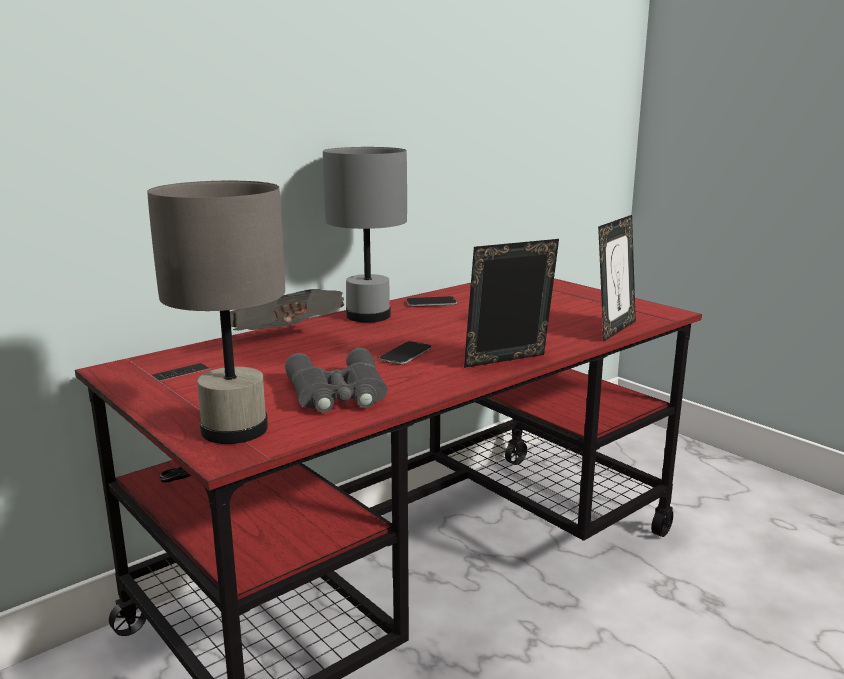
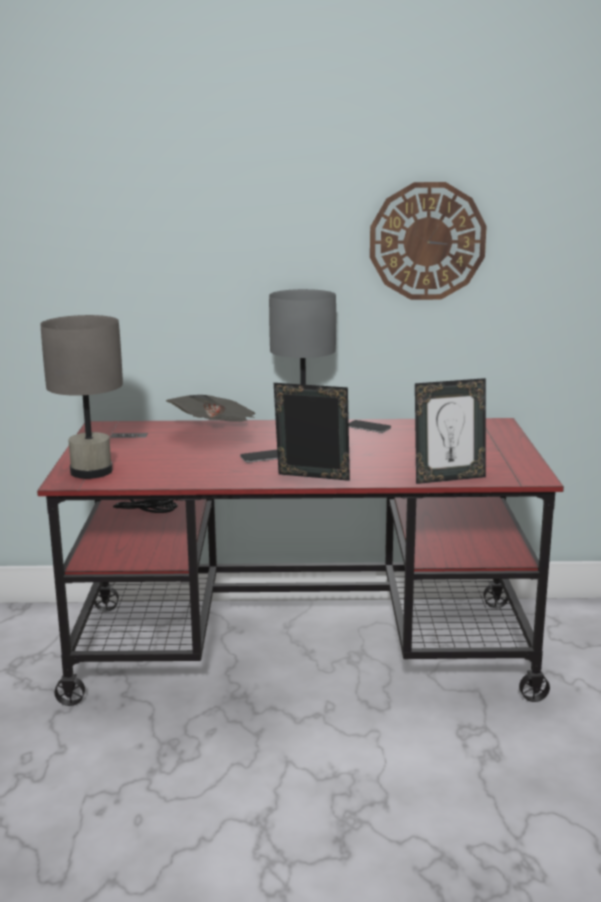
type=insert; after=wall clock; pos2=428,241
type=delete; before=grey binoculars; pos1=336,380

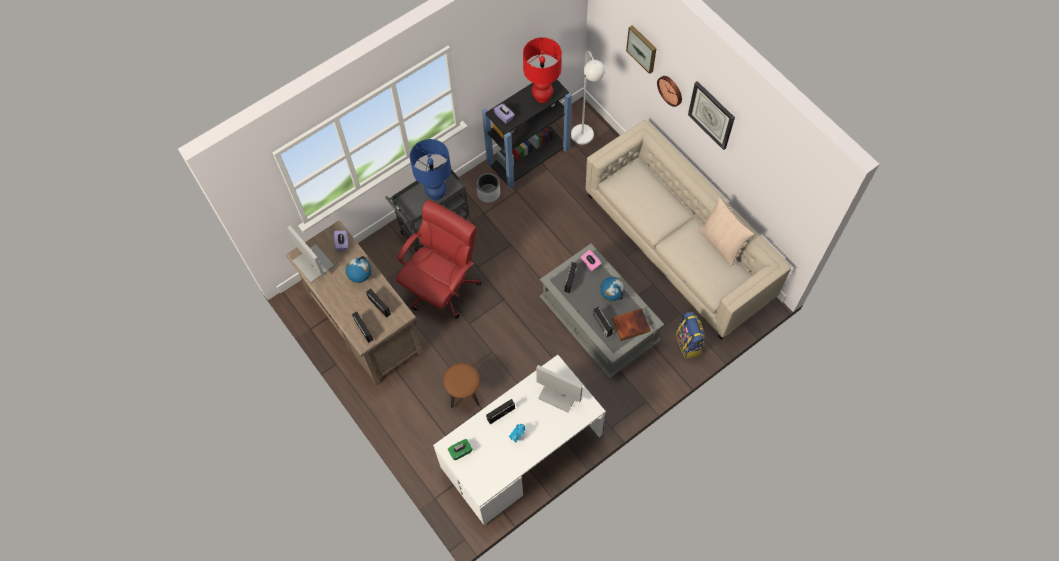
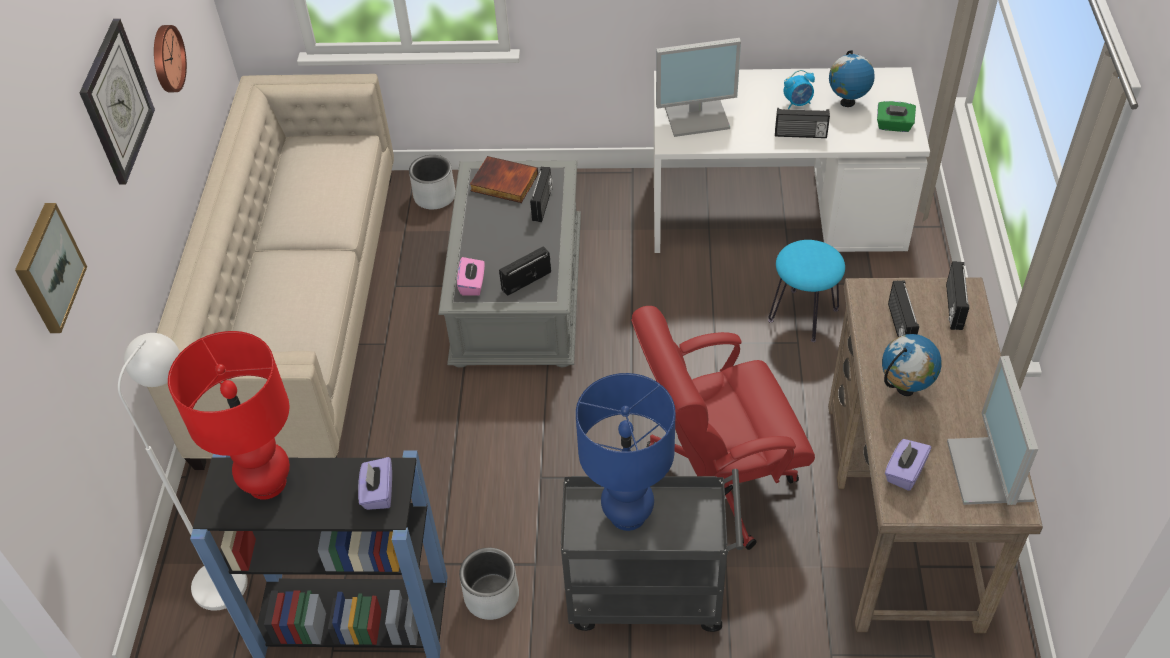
type=move; before=wall clock; pos1=669,91; pos2=170,58
type=replace; before=backpack; after=grey planter; pos1=690,335; pos2=432,182
type=rotate; before=monitor; pos1=559,388; pos2=698,87; turn=-75
type=recolor; before=brown stool; after=turquoise stool; pos1=461,386; pos2=806,291
type=move; before=globe; pos1=612,289; pos2=852,78
type=delete; before=beige pillow; pos1=726,232

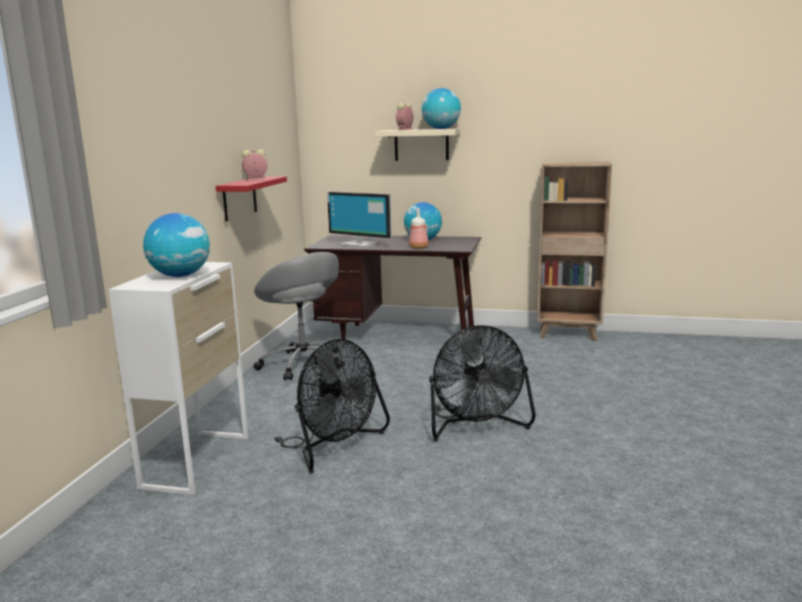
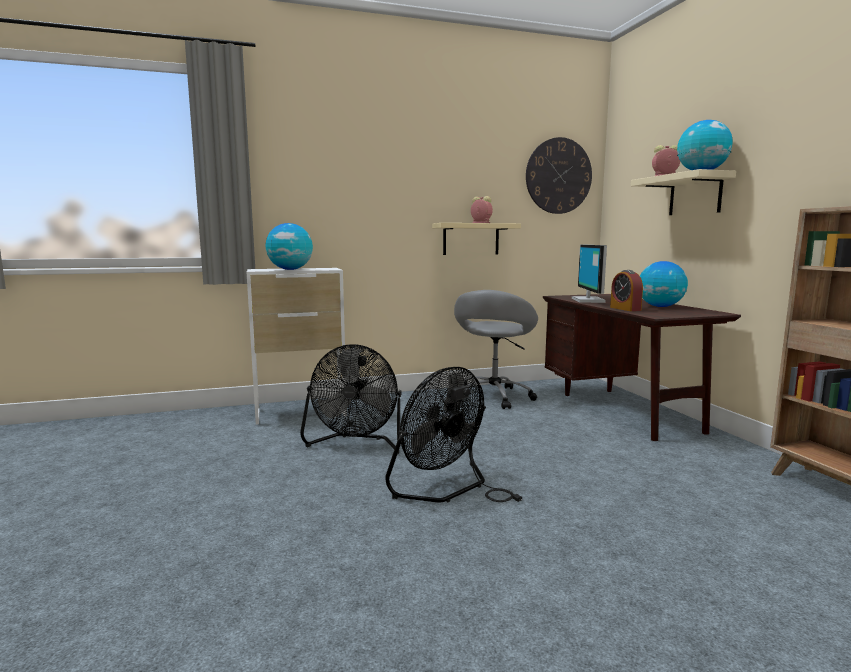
type=rotate; before=black fan; pos1=482,383; pos2=453,435; turn=90
type=recolor; before=red shelf; after=beige shelf; pos1=251,199; pos2=476,239
type=insert; after=wall clock; pos2=559,175
type=replace; before=bottle; after=alarm clock; pos1=419,228; pos2=626,290

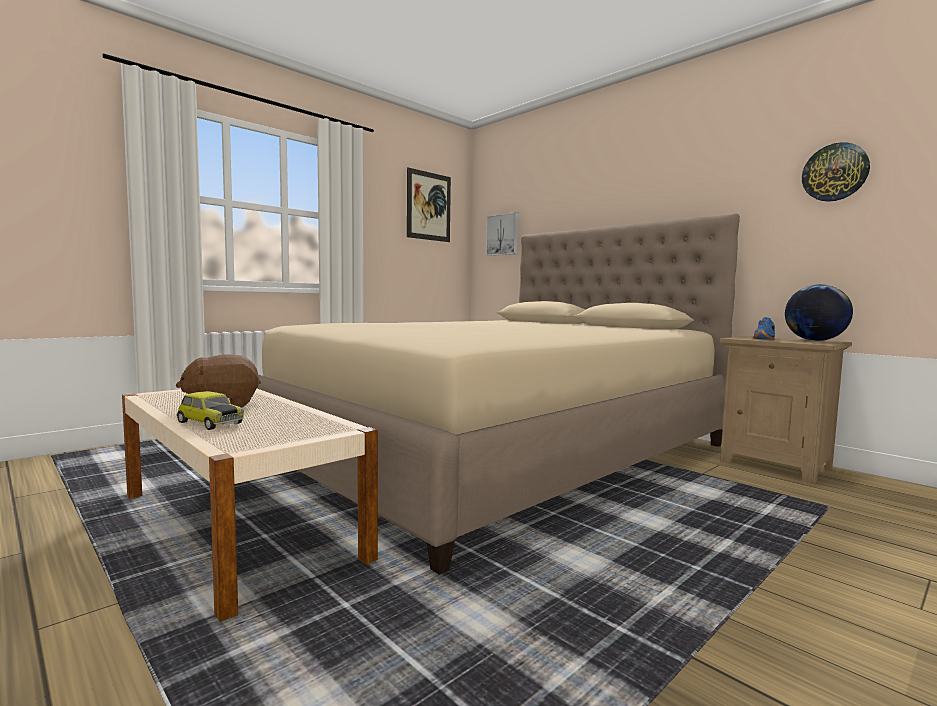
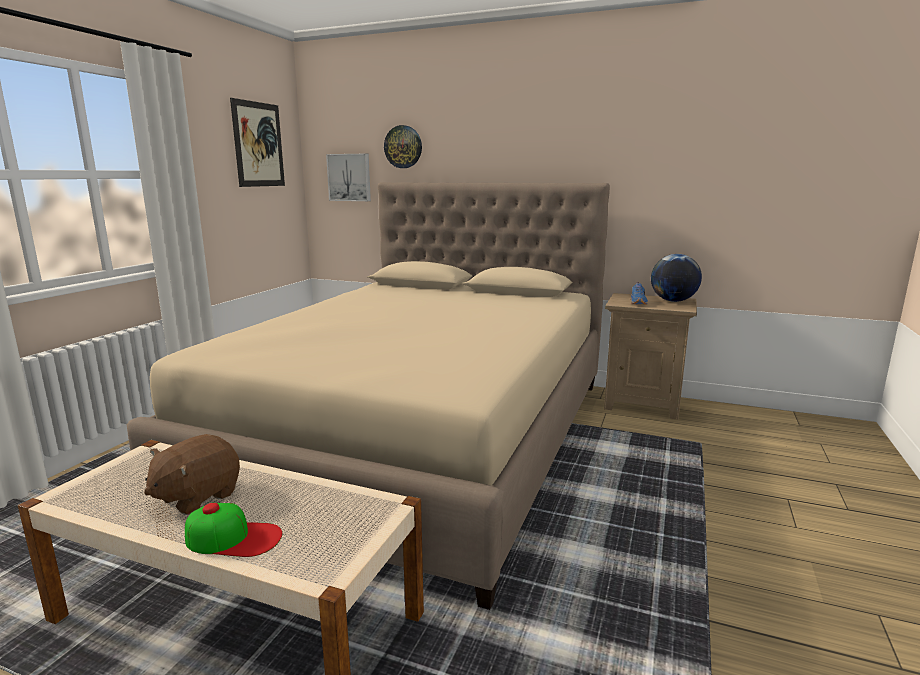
type=replace; before=toy car; after=cap; pos1=210,410; pos2=233,530
type=move; before=wall clock; pos1=836,172; pos2=403,146

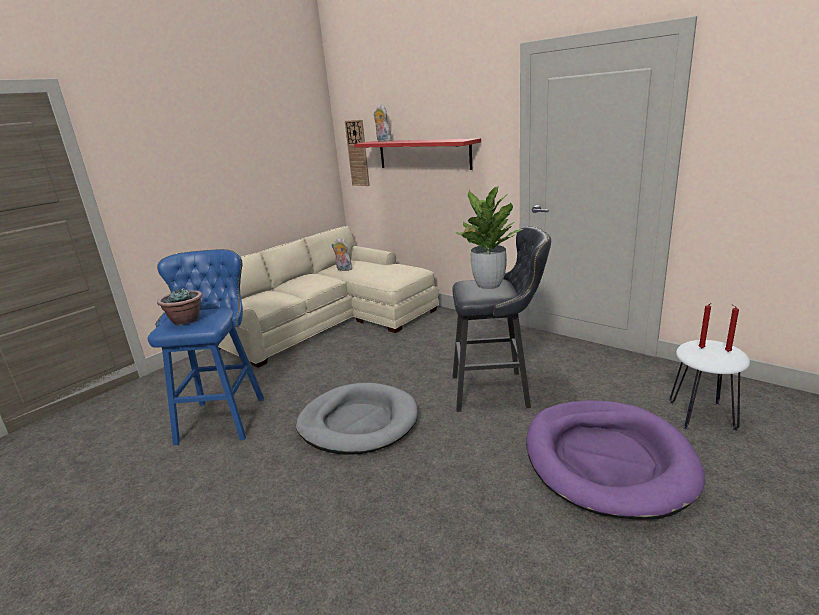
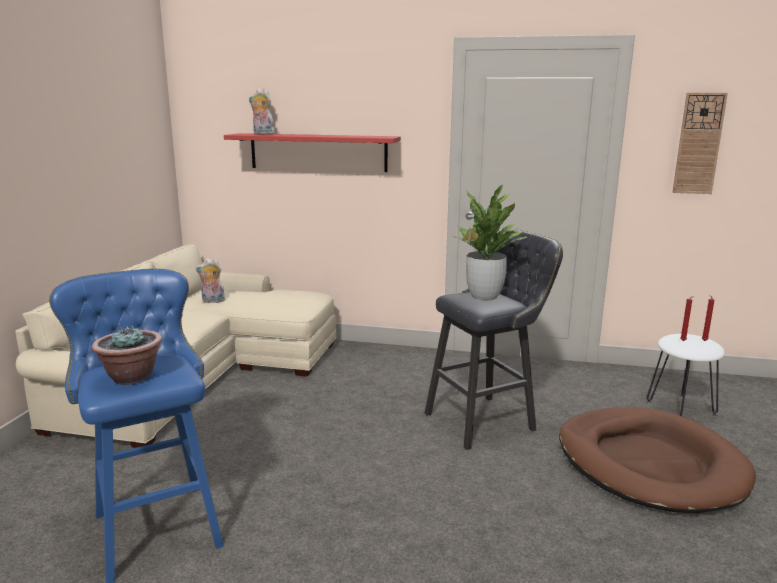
type=recolor; before=purple dog bed; after=brown dog bed; pos1=615,460; pos2=657,460
type=move; before=wall clock; pos1=357,153; pos2=700,143
type=delete; before=grey dog bed; pos1=357,419

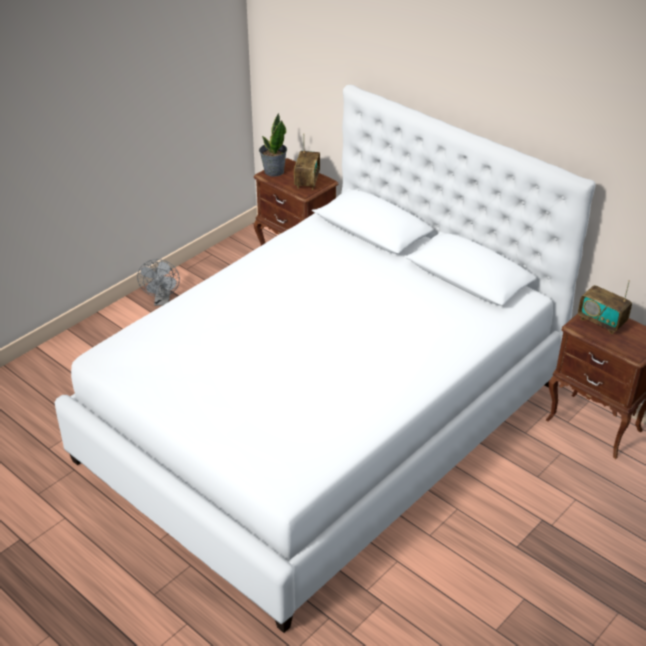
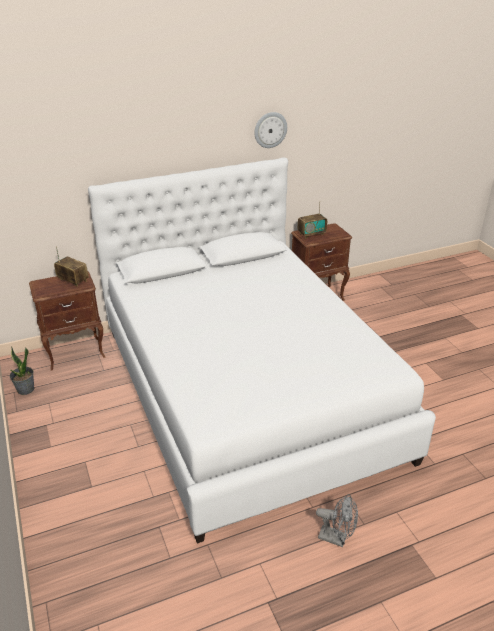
type=move; before=potted plant; pos1=273,145; pos2=22,370
type=insert; after=wall clock; pos2=270,130
type=move; before=grey fan; pos1=158,282; pos2=337,520

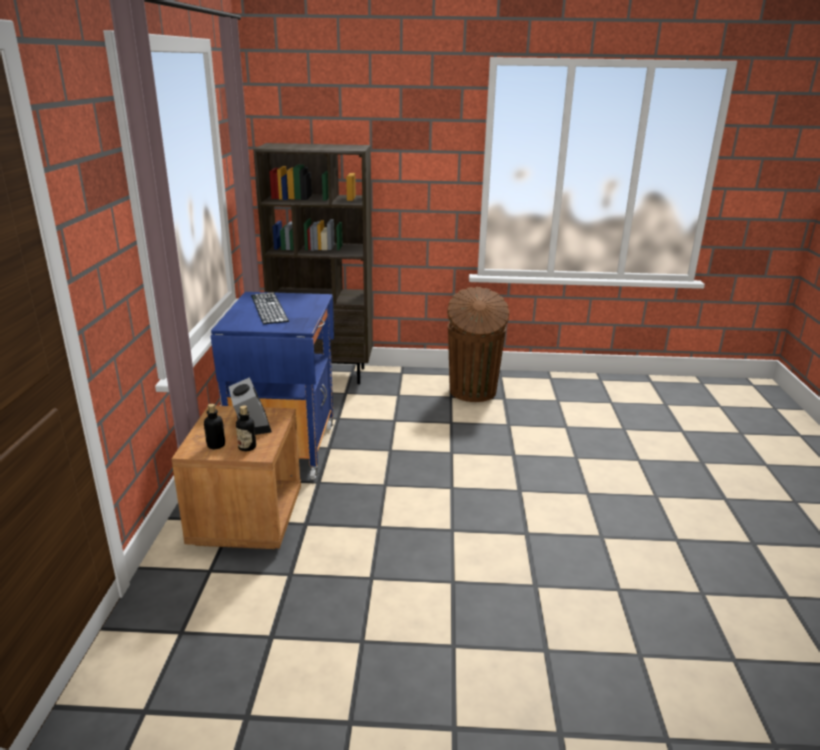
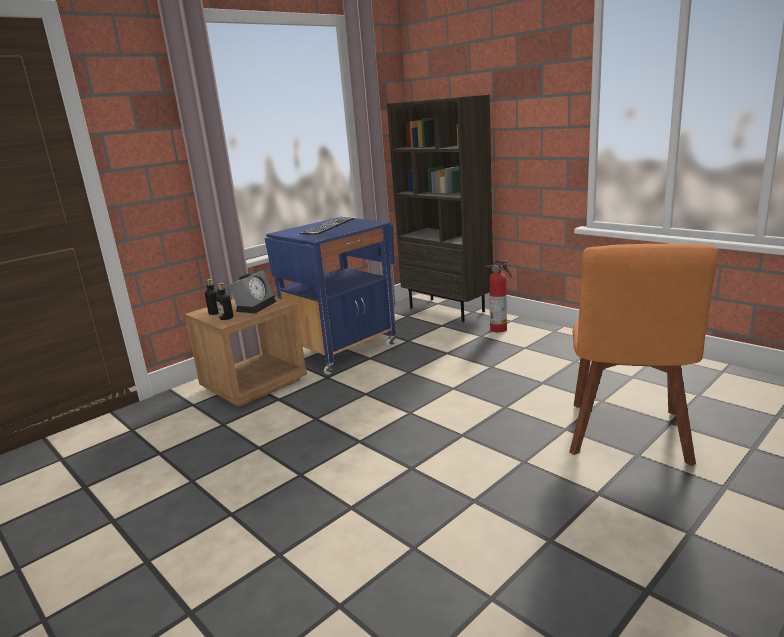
type=insert; after=fire extinguisher; pos2=499,296
type=insert; after=orange chair; pos2=643,355
type=delete; before=brown trash can; pos1=478,344

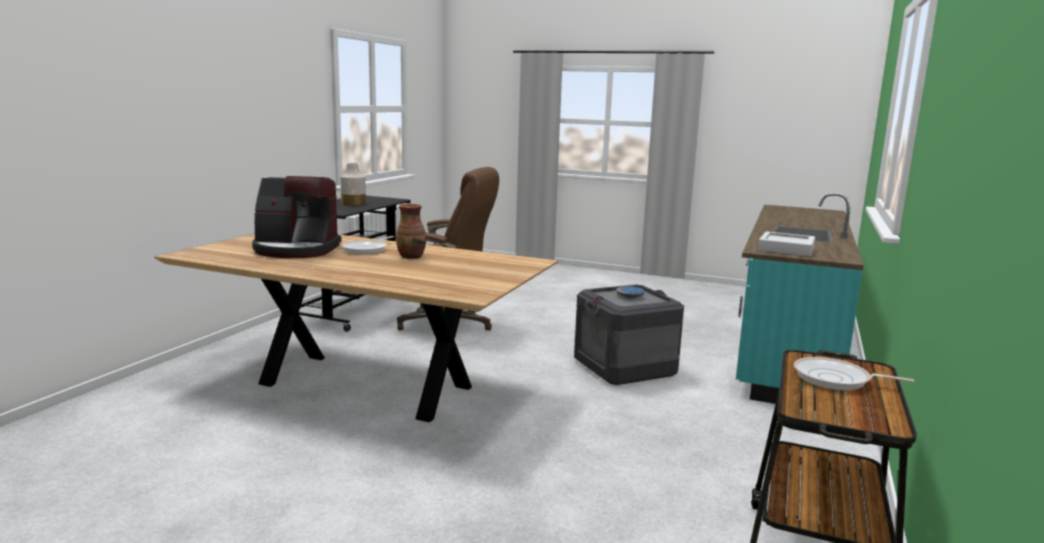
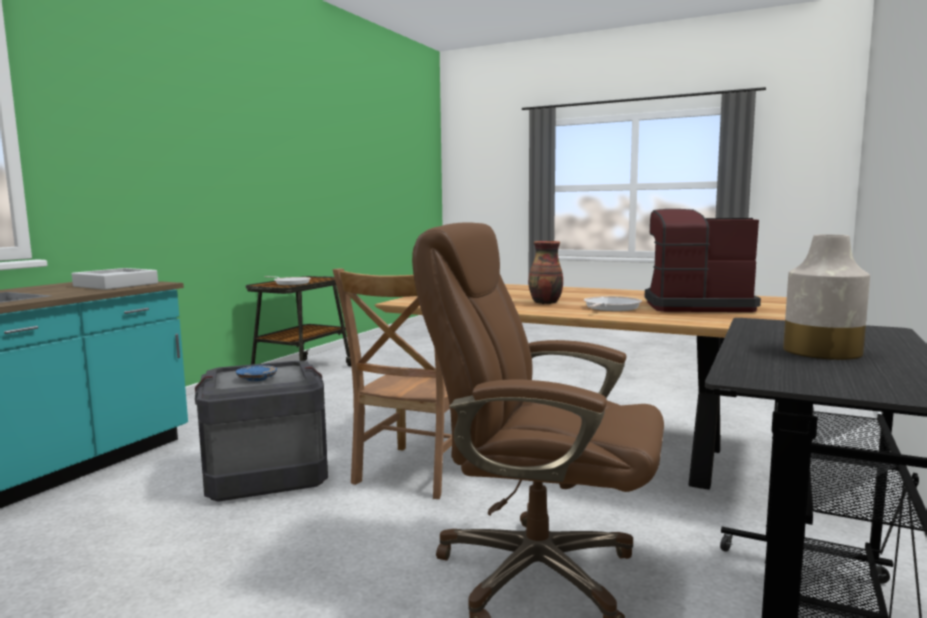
type=insert; after=brown chair; pos2=392,383

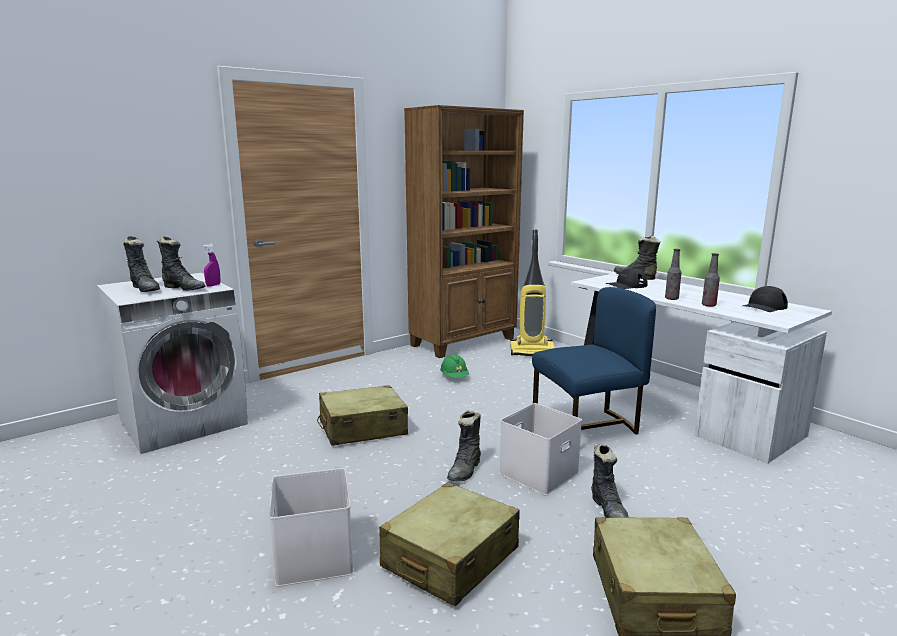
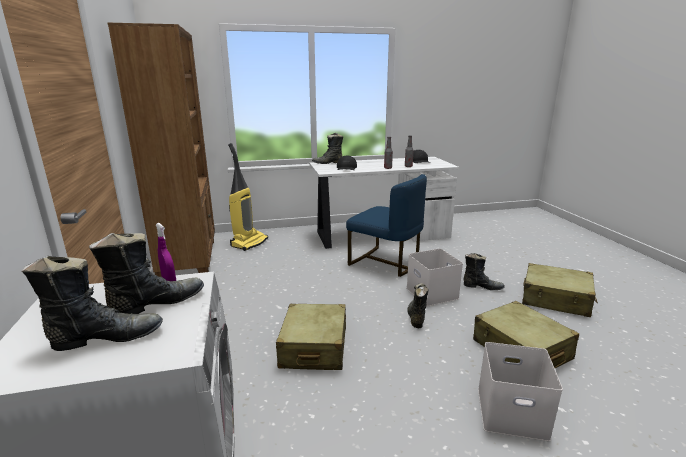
type=rotate; before=blue chair; pos1=594,361; pos2=386,225; turn=120
type=rotate; before=black boot; pos1=464,445; pos2=418,305; turn=-135
type=delete; before=green hard hat; pos1=454,366

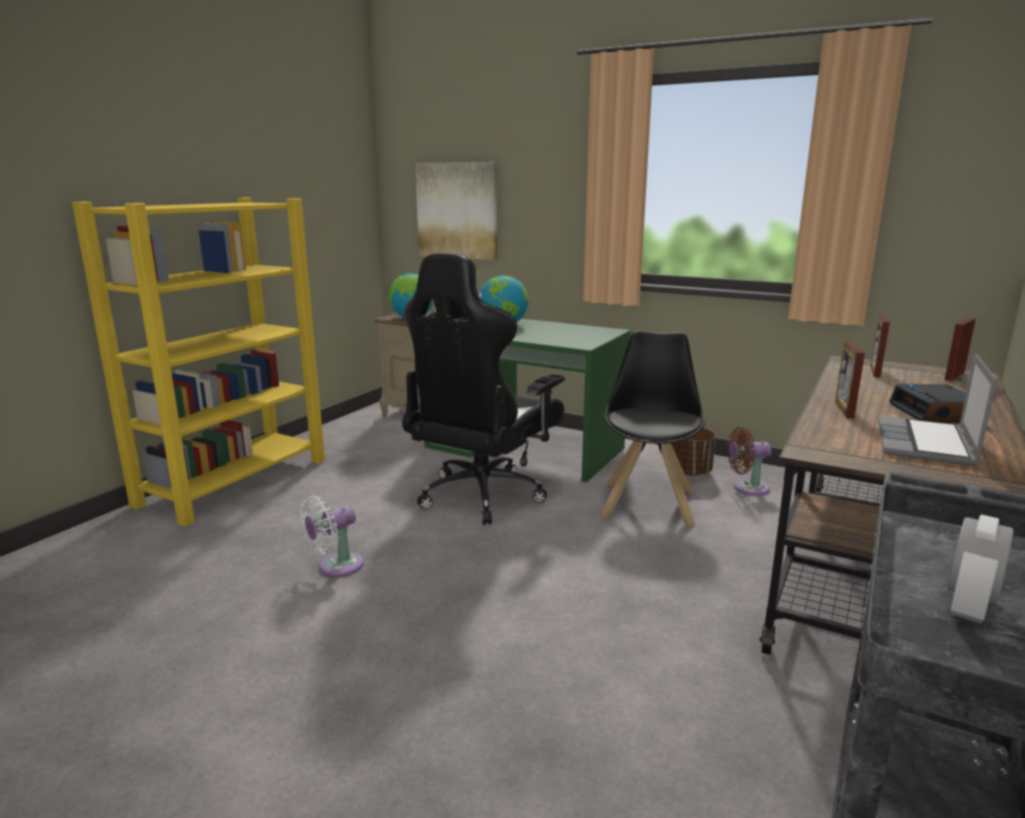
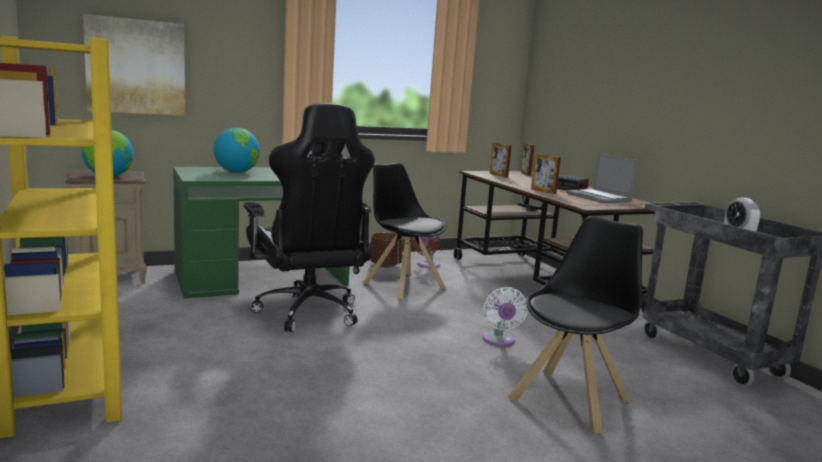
type=move; before=white fan; pos1=331,536; pos2=505,316
type=insert; after=black chair; pos2=575,325

